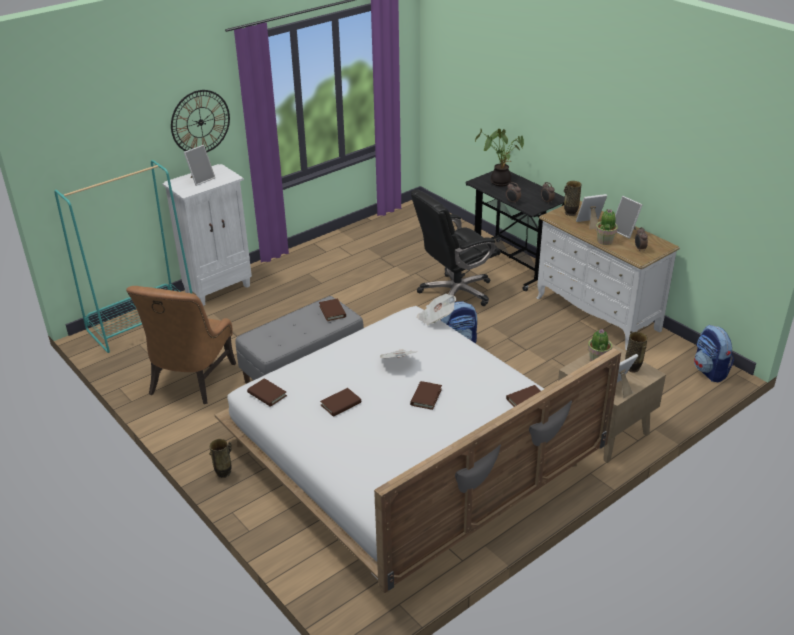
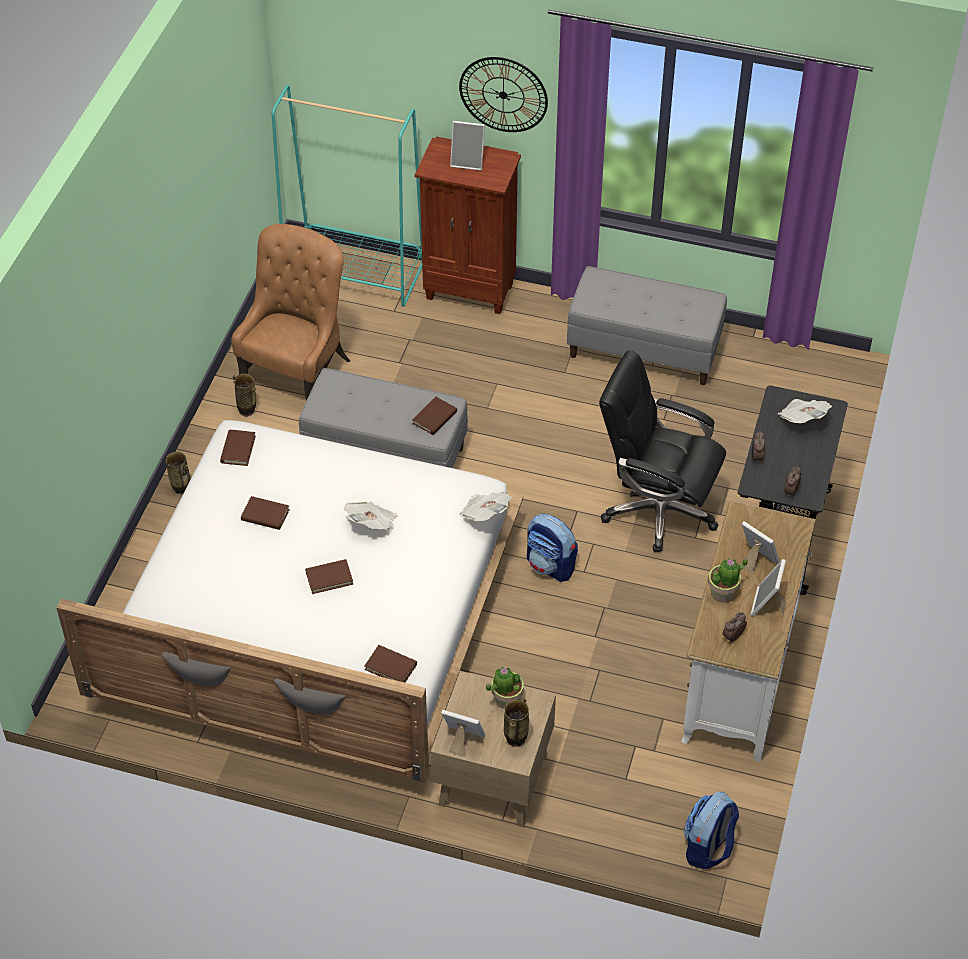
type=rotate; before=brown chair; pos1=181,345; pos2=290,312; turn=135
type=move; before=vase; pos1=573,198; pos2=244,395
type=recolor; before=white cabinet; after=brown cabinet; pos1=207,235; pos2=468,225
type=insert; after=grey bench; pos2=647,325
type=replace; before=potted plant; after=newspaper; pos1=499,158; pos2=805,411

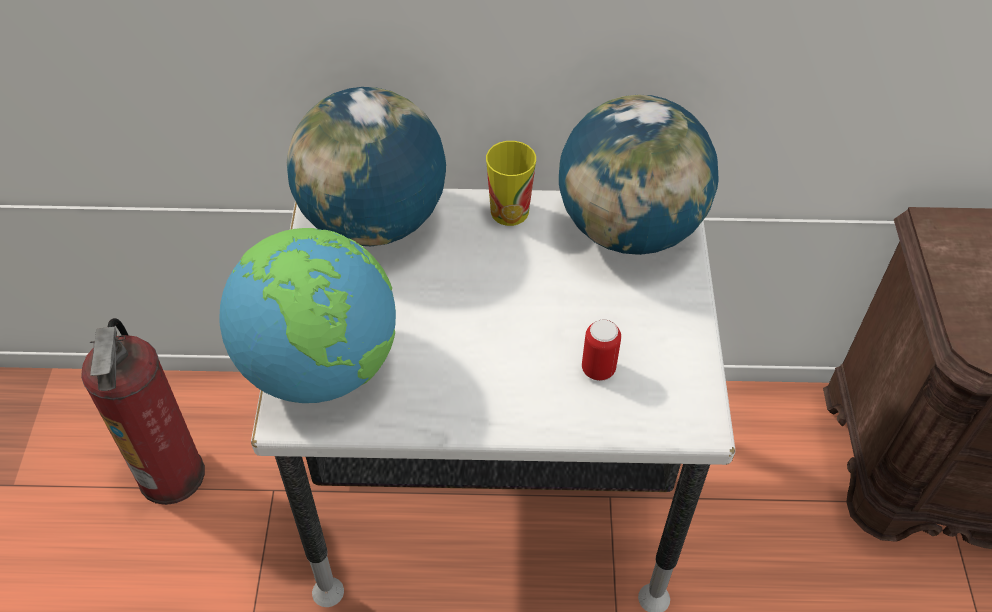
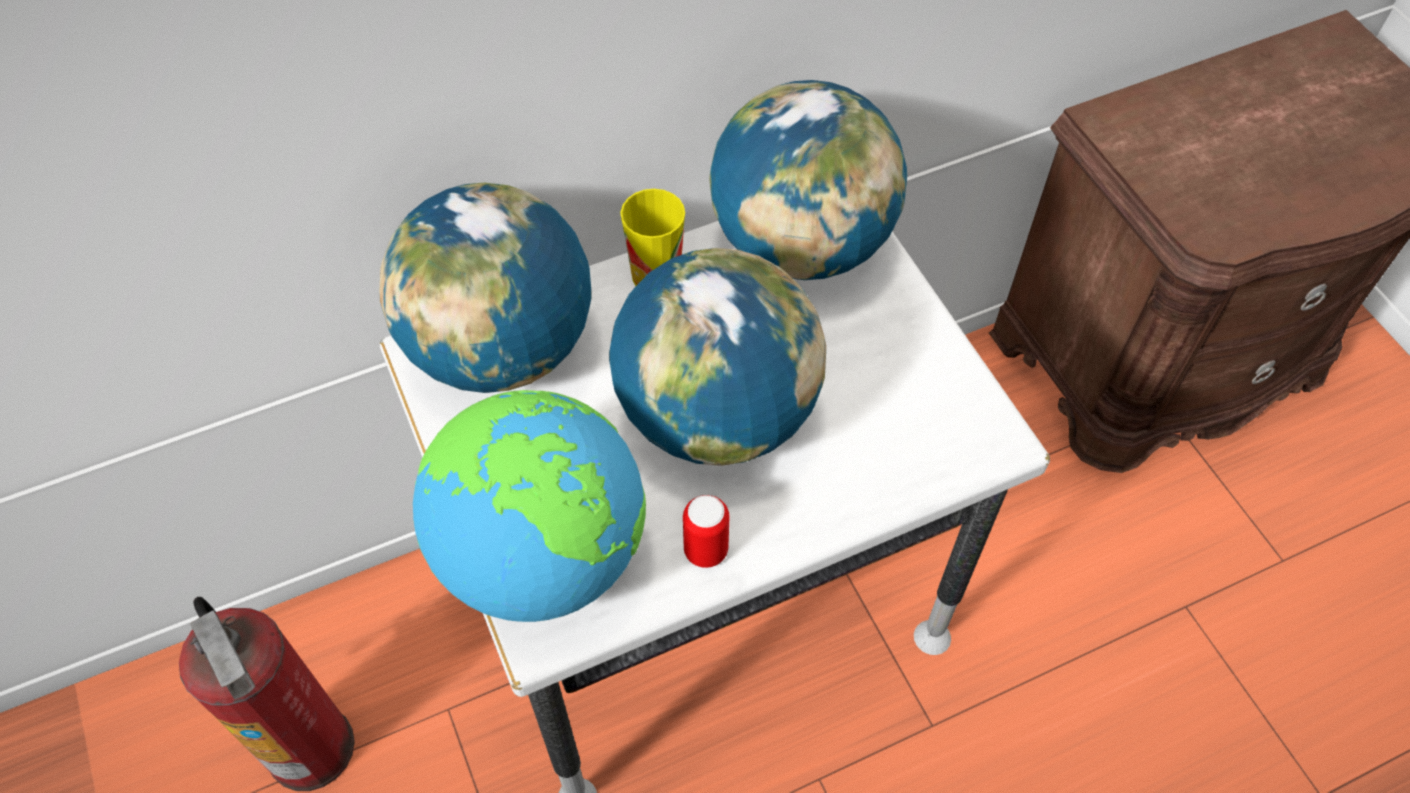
type=insert; after=globe; pos2=717,357
type=move; before=can; pos1=601,350; pos2=706,531

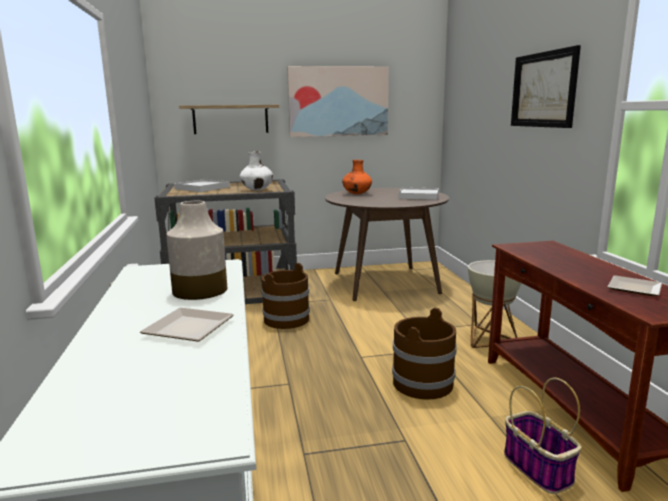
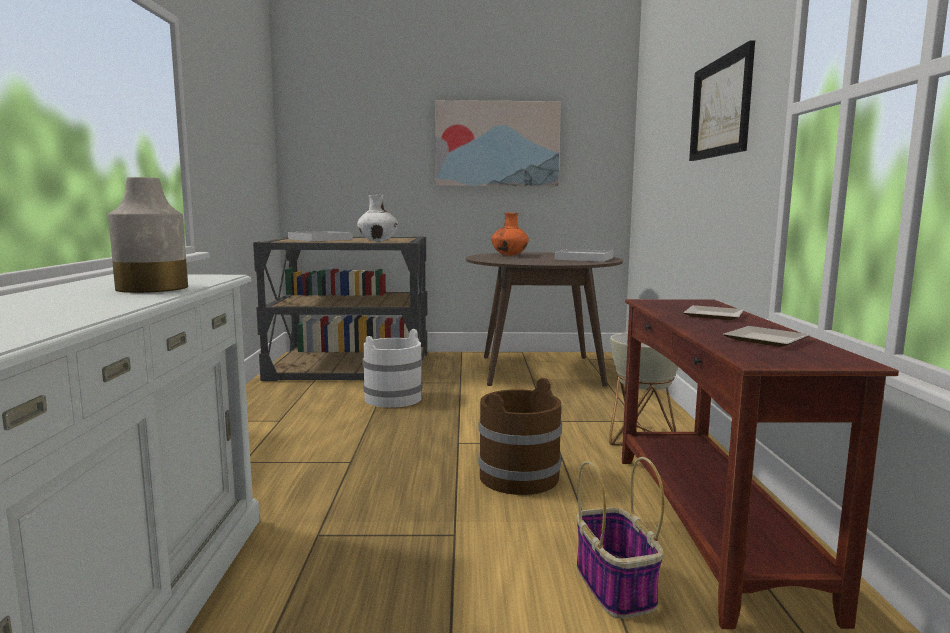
type=recolor; before=brown bucket; after=white bucket; pos1=285,296; pos2=392,368
type=move; before=plate; pos1=187,324; pos2=713,312
type=delete; before=shelf; pos1=229,119

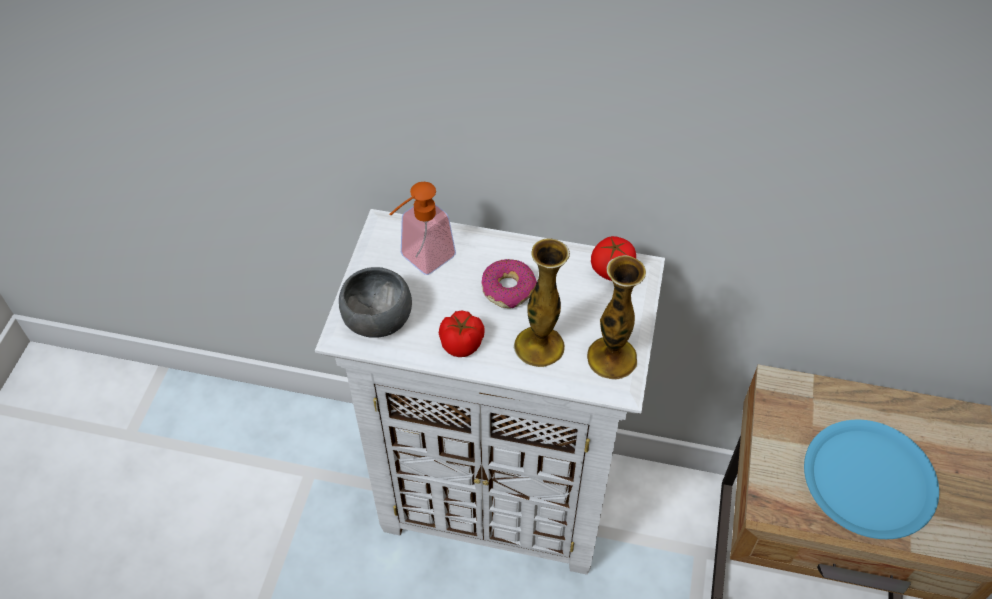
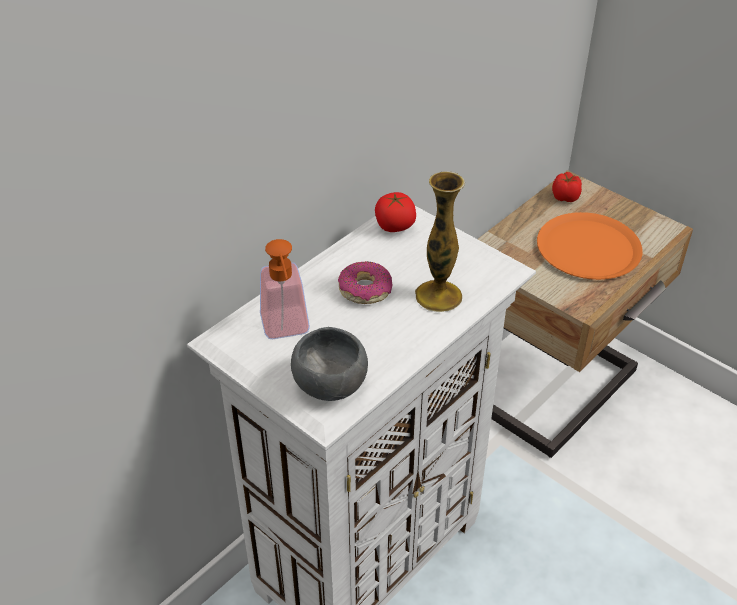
type=recolor; before=blue plate; after=orange plate; pos1=871,479; pos2=590,246
type=move; before=tomato; pos1=462,334; pos2=567,187
type=delete; before=vase; pos1=616,317

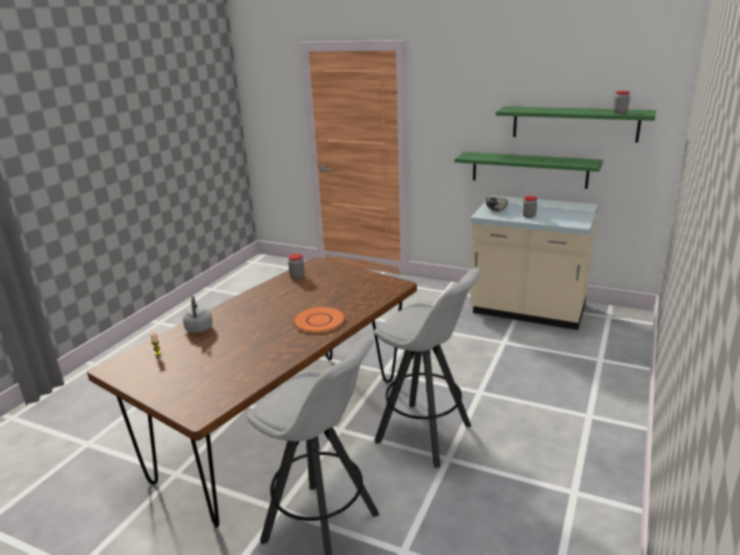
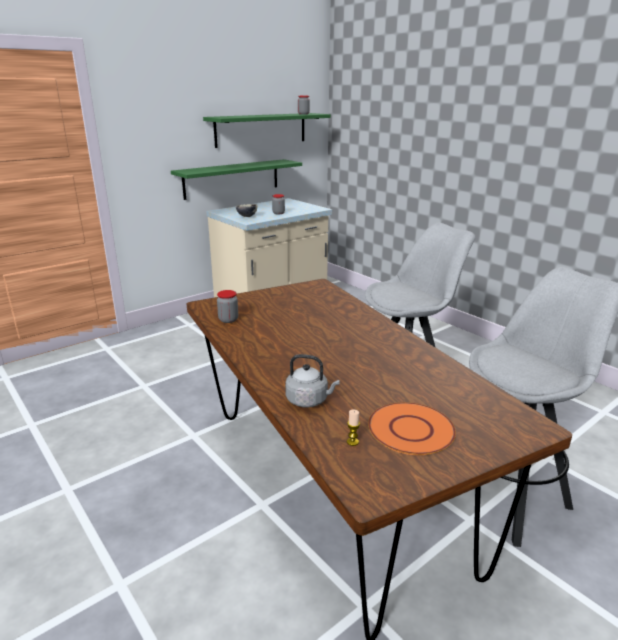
type=move; before=orange plate; pos1=319,320; pos2=412,428

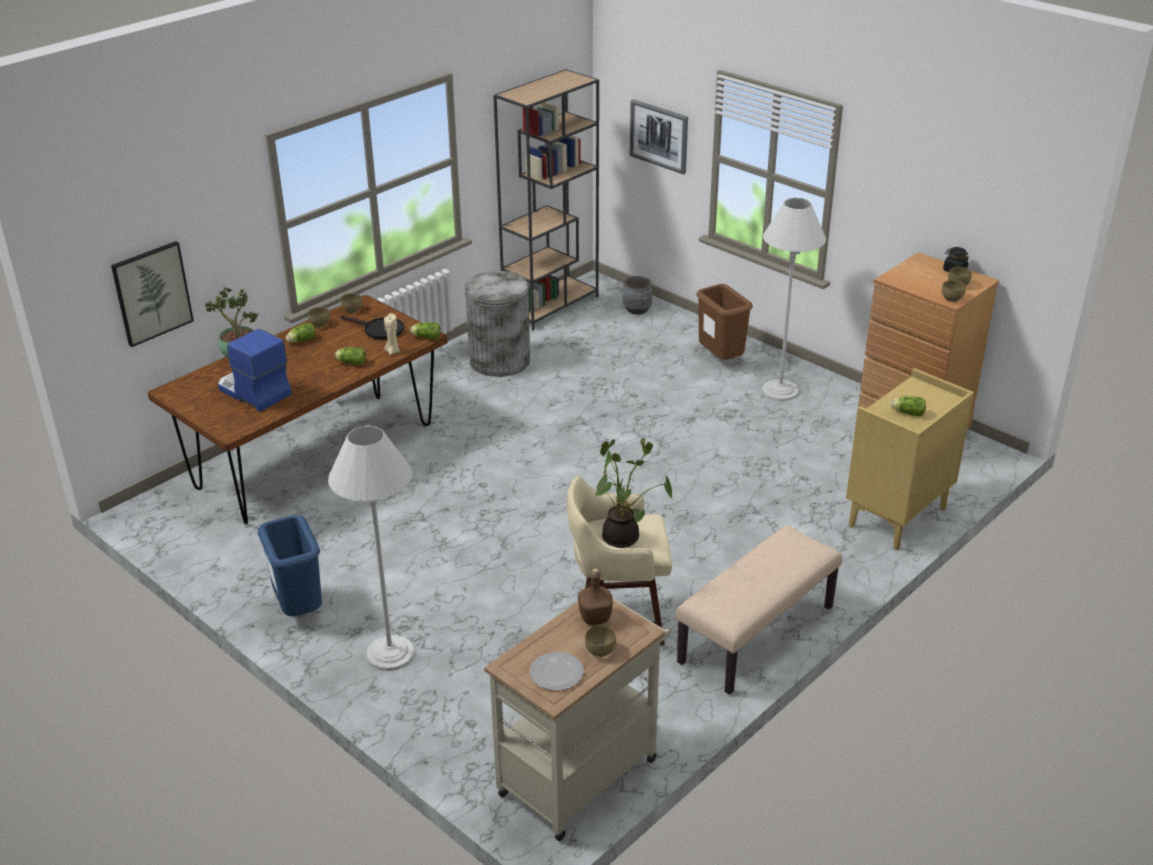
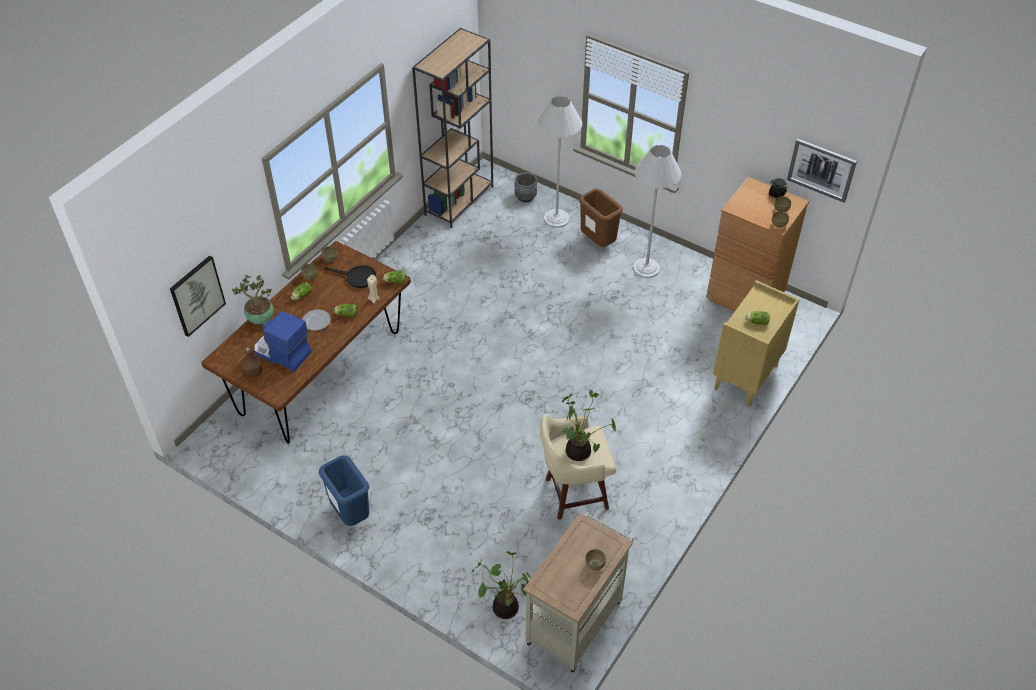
type=move; before=brown bottle; pos1=595,596; pos2=251,363
type=move; before=plate; pos1=557,671; pos2=316,320
type=insert; after=potted plant; pos2=501,585
type=move; before=white floor lamp; pos1=371,548; pos2=560,162
type=move; before=picture; pos1=659,137; pos2=822,170
type=delete; before=grey trash can; pos1=497,324
type=delete; before=beige bench; pos1=759,610

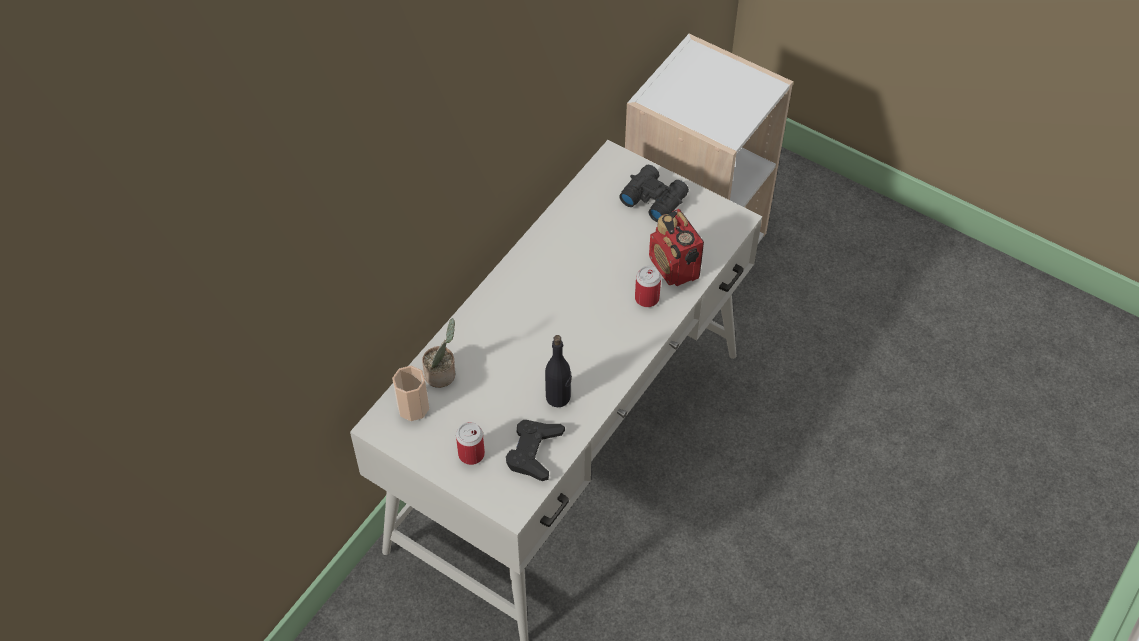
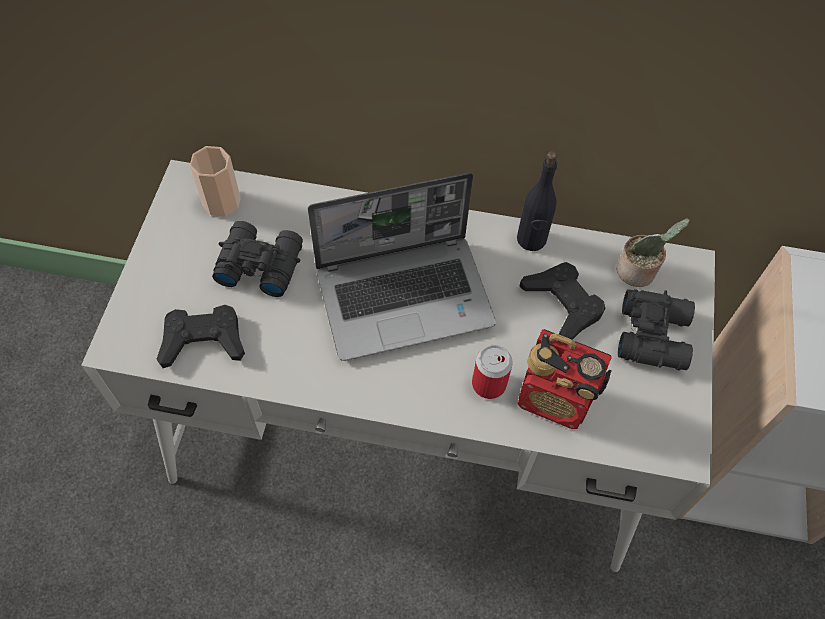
type=insert; after=black binoculars; pos2=257,259
type=insert; after=laptop; pos2=402,267
type=move; before=black bottle; pos1=558,371; pos2=537,201
type=rotate; before=radio; pos1=676,247; pos2=565,379; turn=-105
type=insert; after=black game controller; pos2=562,301
type=move; before=potted plant; pos1=438,353; pos2=653,252
type=delete; before=can; pos1=470,443

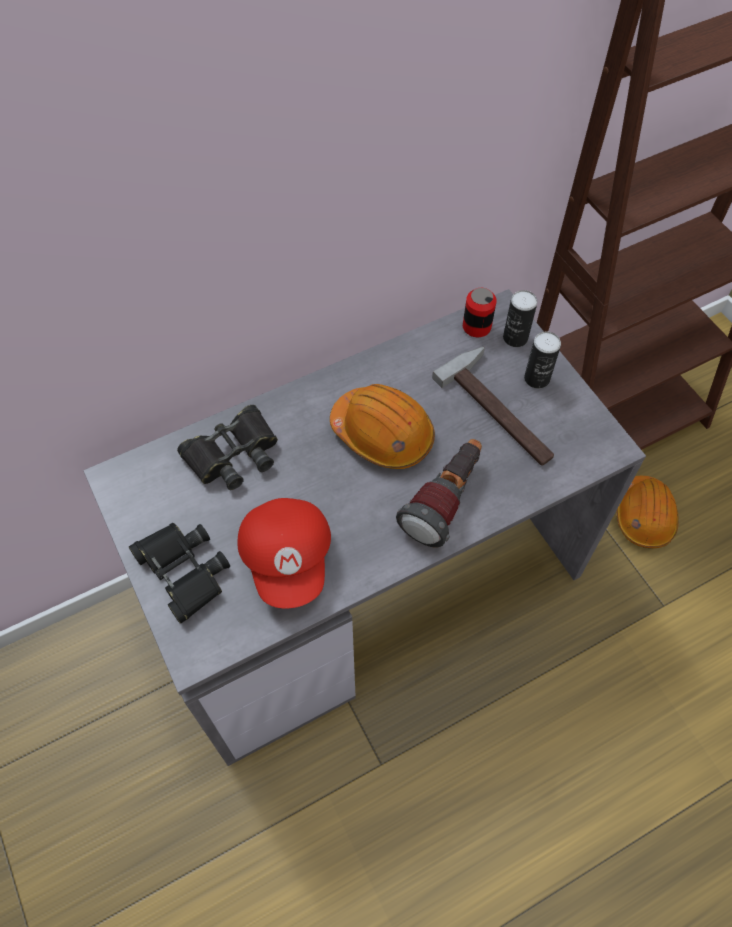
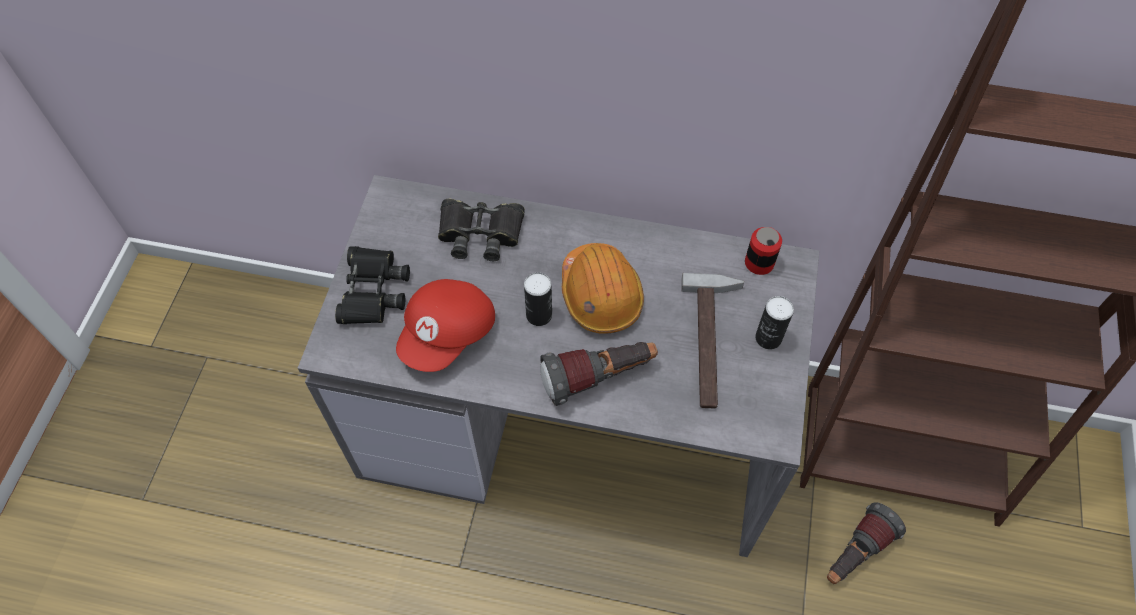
type=move; before=can; pos1=520,318; pos2=538,299
type=replace; before=orange hard hat; after=flashlight; pos1=647,512; pos2=866,543

